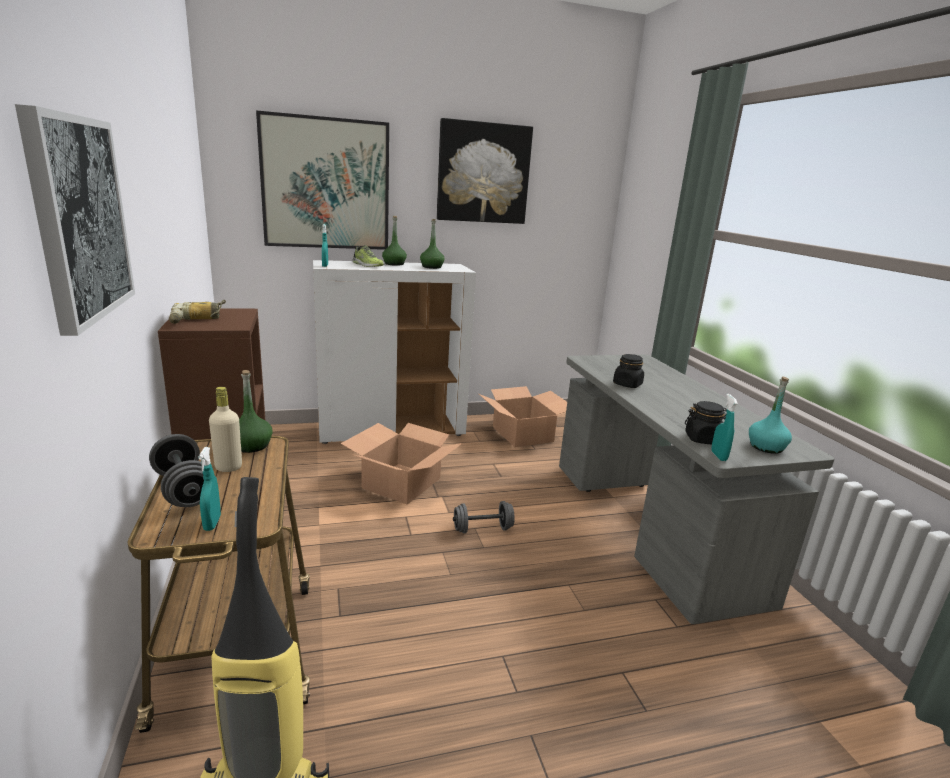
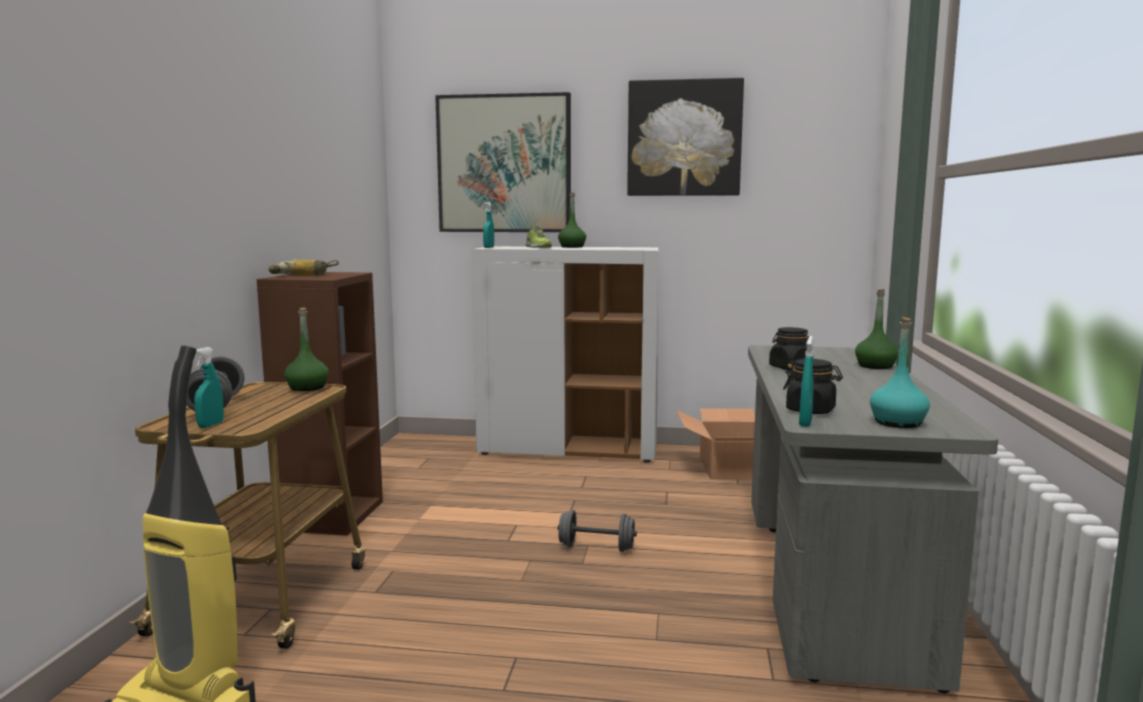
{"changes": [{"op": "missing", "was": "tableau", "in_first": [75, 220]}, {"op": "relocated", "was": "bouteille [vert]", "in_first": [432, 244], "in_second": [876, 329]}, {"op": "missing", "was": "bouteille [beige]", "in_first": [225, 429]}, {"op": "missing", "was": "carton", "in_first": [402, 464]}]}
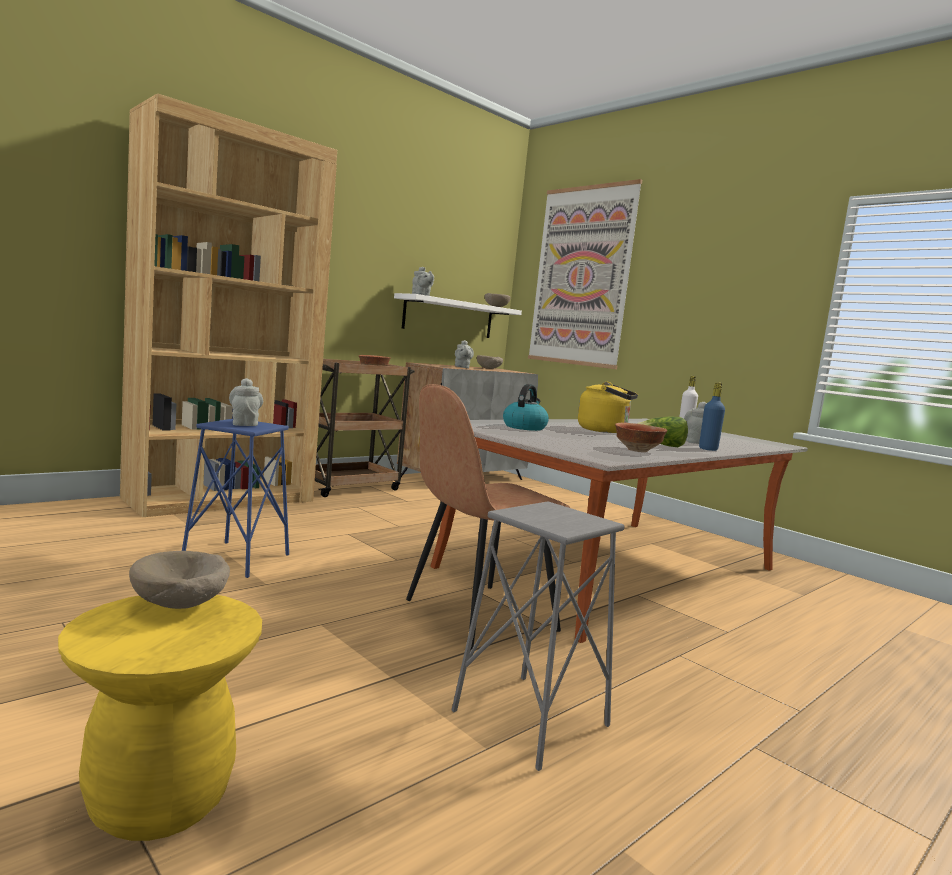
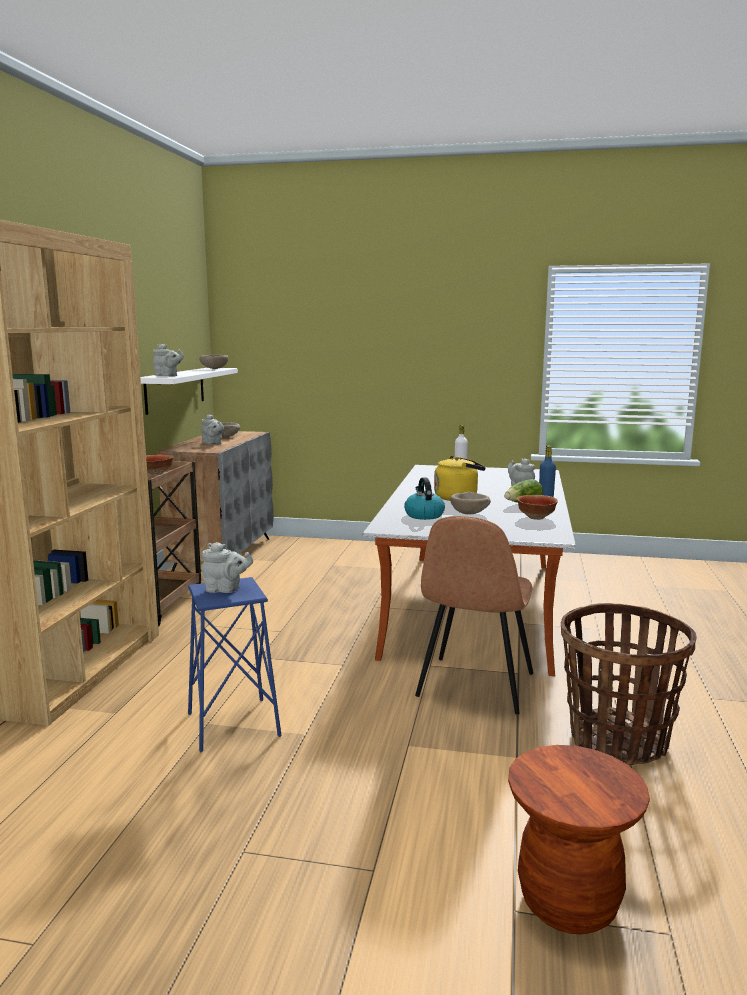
{"changes": [{"op": "missing", "was": "tableau", "in_first": [585, 274]}, {"op": "spun", "was": "théière [gris]", "in_first": [246, 402], "in_second": [227, 567], "clockwise": 150}, {"op": "exchanged", "was": "tabouret [gris]", "now": "panier", "in_first": [538, 636], "in_second": [629, 684]}, {"op": "relocated", "was": "bol [beige]", "in_first": [179, 580], "in_second": [470, 503]}, {"op": "colour", "was": "tabouret [jaune]", "now": "tabouret [marron]", "in_first": [160, 718], "in_second": [579, 839]}]}
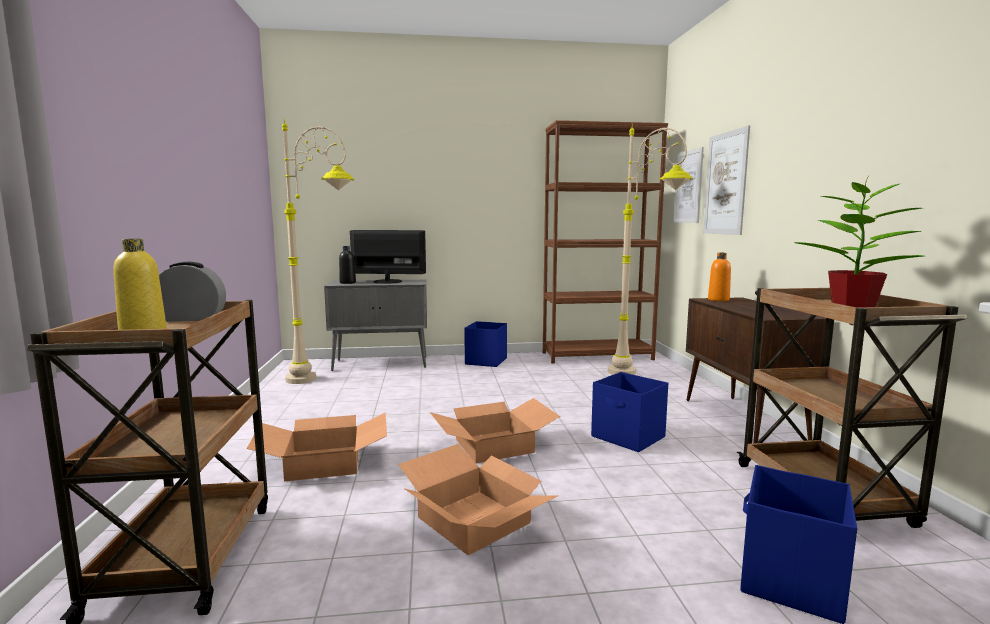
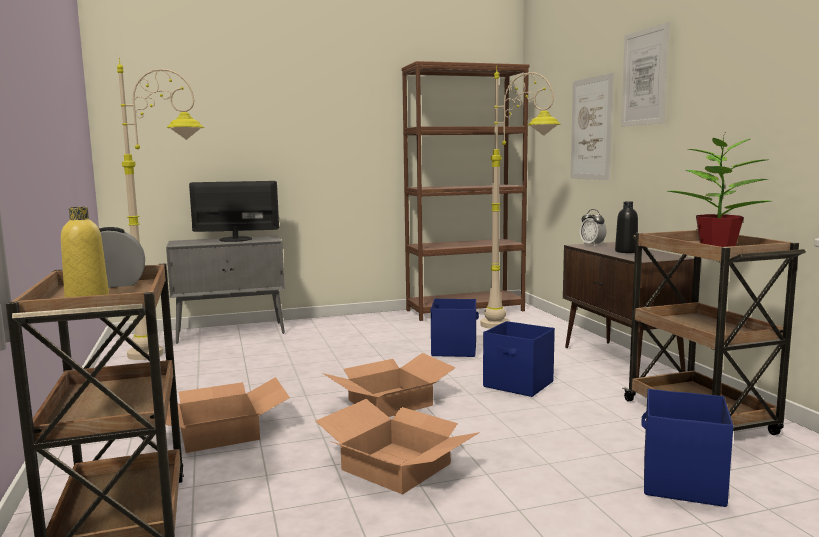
{"changes": [{"op": "relocated", "was": "tableau", "in_first": [688, 185], "in_second": [645, 74]}, {"op": "relocated", "was": "bouteille [noir]", "in_first": [347, 265], "in_second": [626, 227]}, {"op": "exchanged", "was": "bouteille [orange]", "now": "réveil", "in_first": [719, 277], "in_second": [593, 228]}, {"op": "relocated", "was": "boîte de rangement [bleu]", "in_first": [485, 344], "in_second": [455, 328]}]}
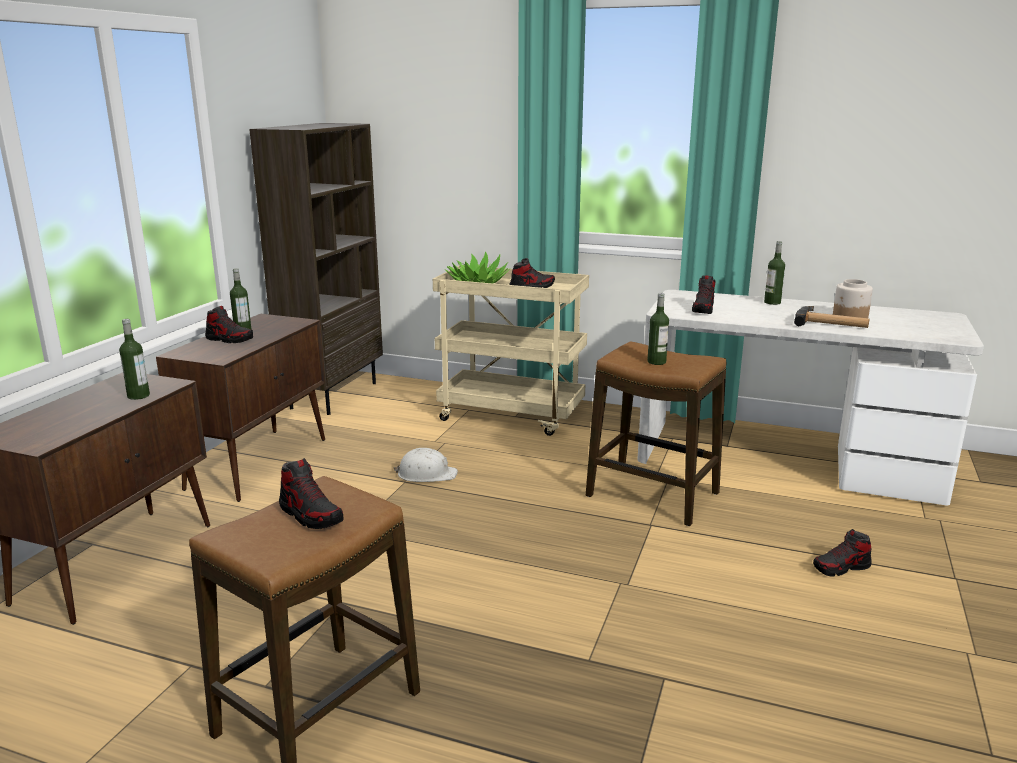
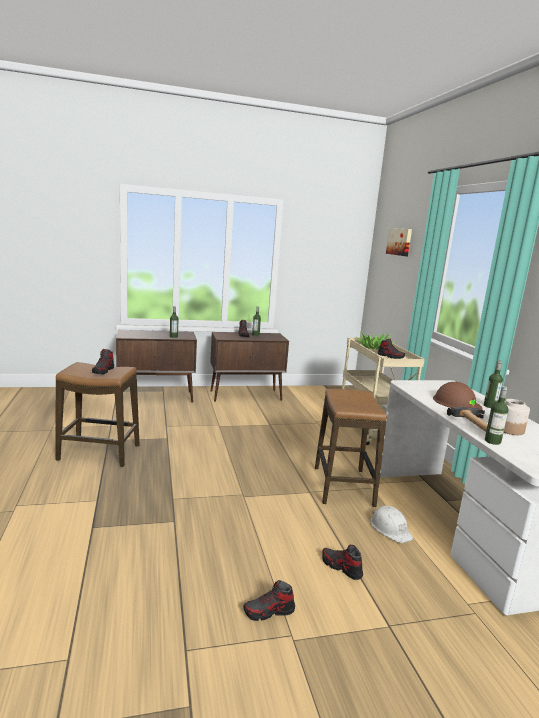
{"changes": [{"op": "missing", "was": "bibliothèque [marron]", "in_first": [316, 269]}, {"op": "relocated", "was": "chaussure", "in_first": [703, 294], "in_second": [269, 600]}, {"op": "relocated", "was": "bouteille", "in_first": [658, 329], "in_second": [496, 415]}, {"op": "relocated", "was": "casque de chantier [blanc]", "in_first": [426, 465], "in_second": [392, 524]}, {"op": "appeared", "now": "tableau", "in_second": [399, 242]}, {"op": "appeared", "now": "casque de chantier [marron]", "in_second": [458, 396]}]}
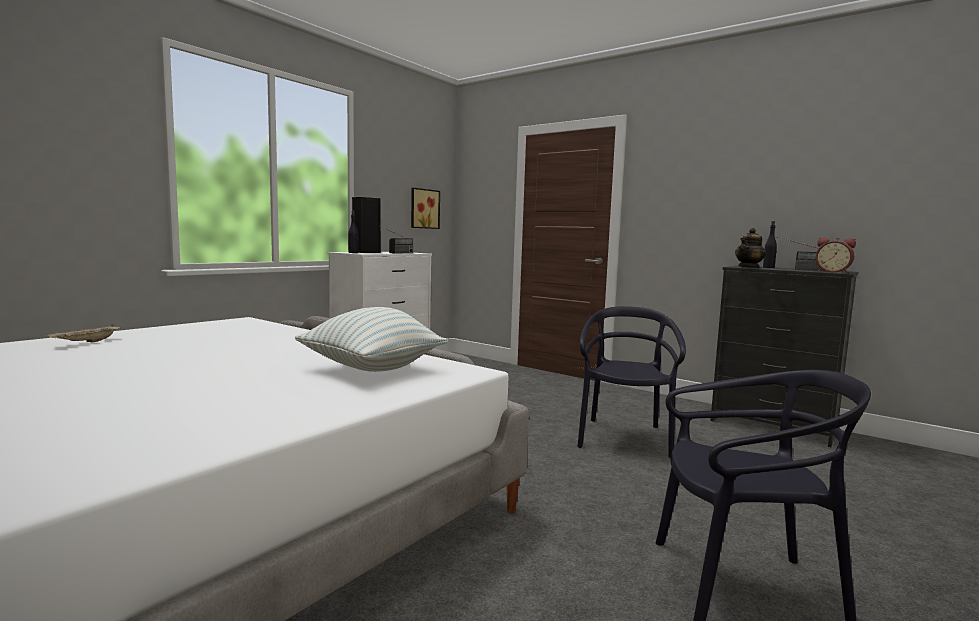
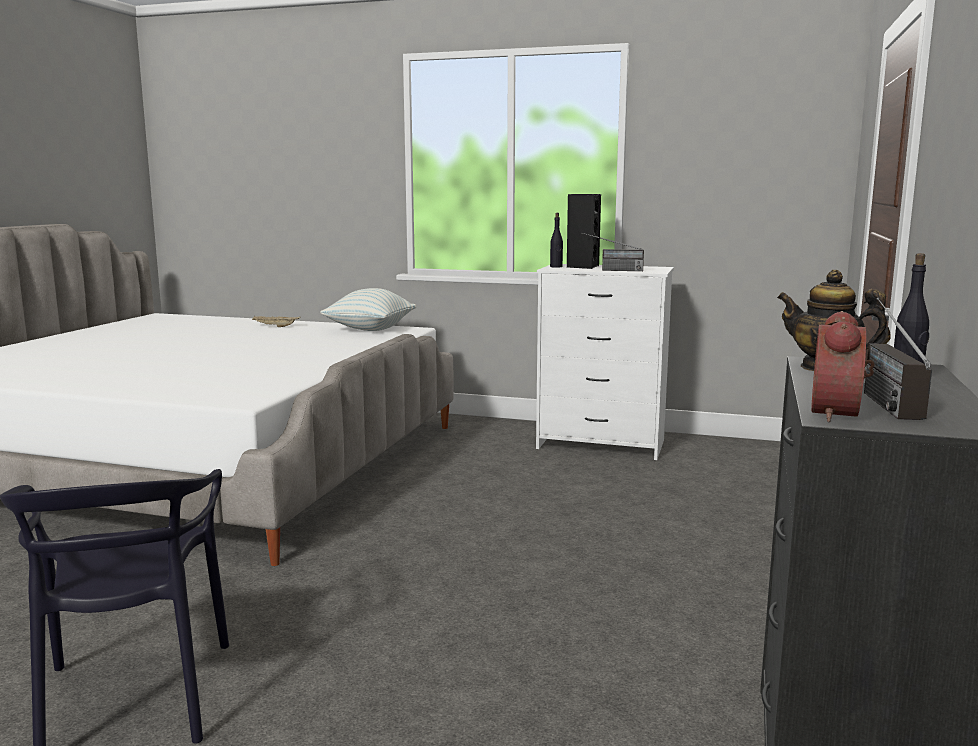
{"changes": [{"op": "missing", "was": "tableau", "in_first": [425, 208]}, {"op": "missing", "was": "chaise [noir]", "in_first": [631, 382]}, {"op": "relocated", "was": "coussin", "in_first": [371, 339], "in_second": [368, 309]}]}
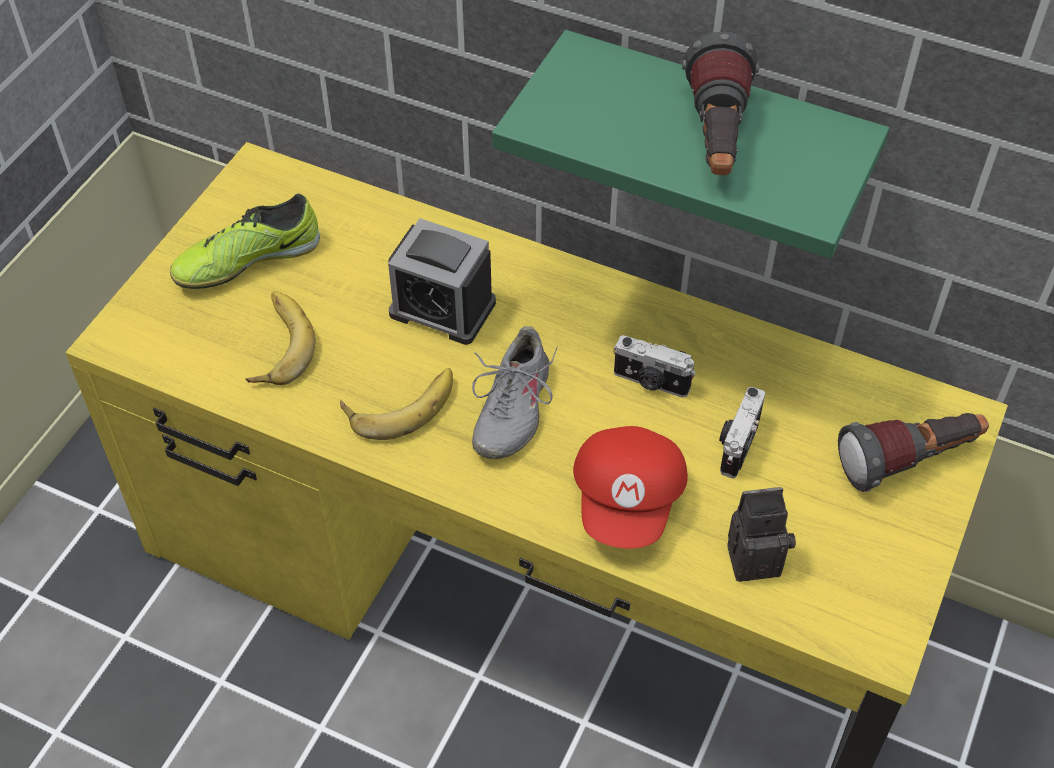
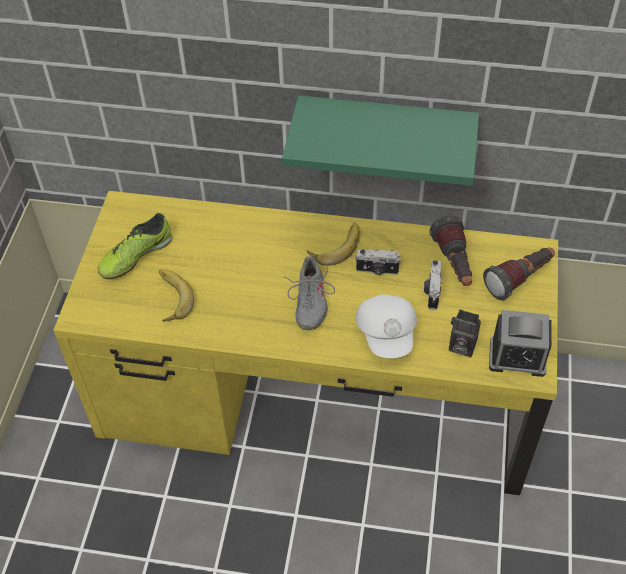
{"changes": [{"op": "relocated", "was": "lampe de poche", "in_first": [720, 103], "in_second": [450, 251]}, {"op": "relocated", "was": "réveil", "in_first": [442, 281], "in_second": [520, 343]}, {"op": "relocated", "was": "banane", "in_first": [396, 404], "in_second": [333, 244]}, {"op": "colour", "was": "casquette [rouge]", "now": "casquette [blanc]", "in_first": [630, 487], "in_second": [386, 326]}, {"op": "spun", "was": "appareil photo", "in_first": [761, 534], "in_second": [465, 333], "clockwise": -135}]}
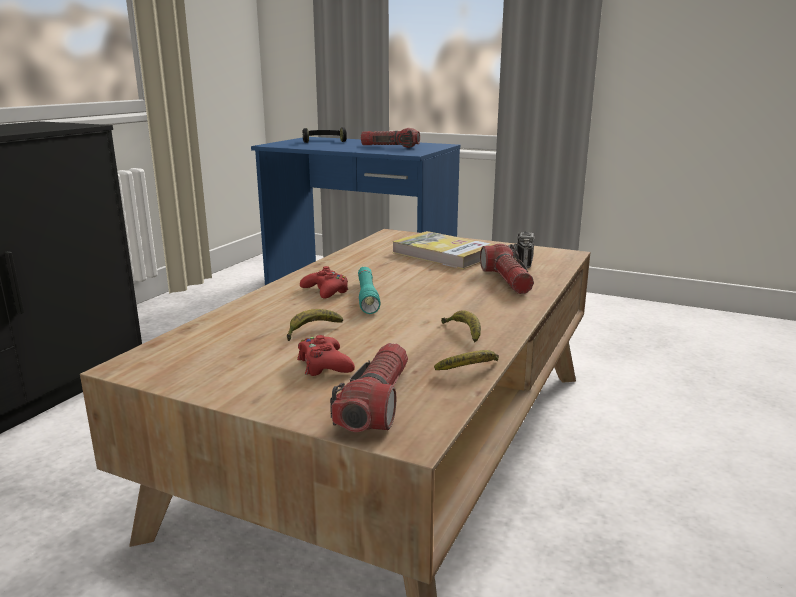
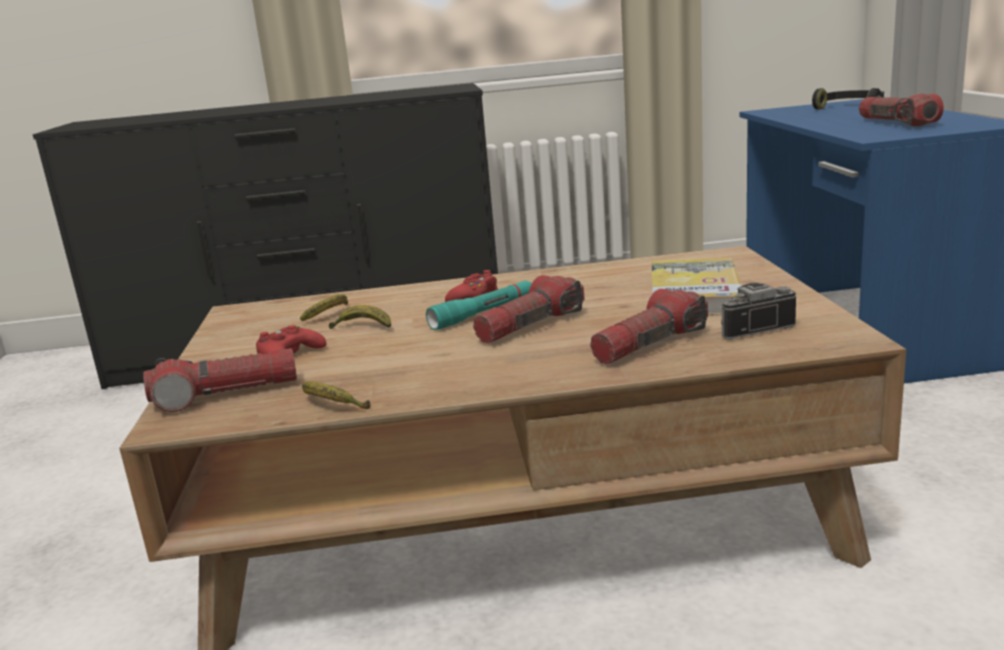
{"changes": [{"op": "relocated", "was": "banane", "in_first": [461, 326], "in_second": [324, 307]}, {"op": "appeared", "now": "lampe de poche", "in_second": [529, 309]}]}
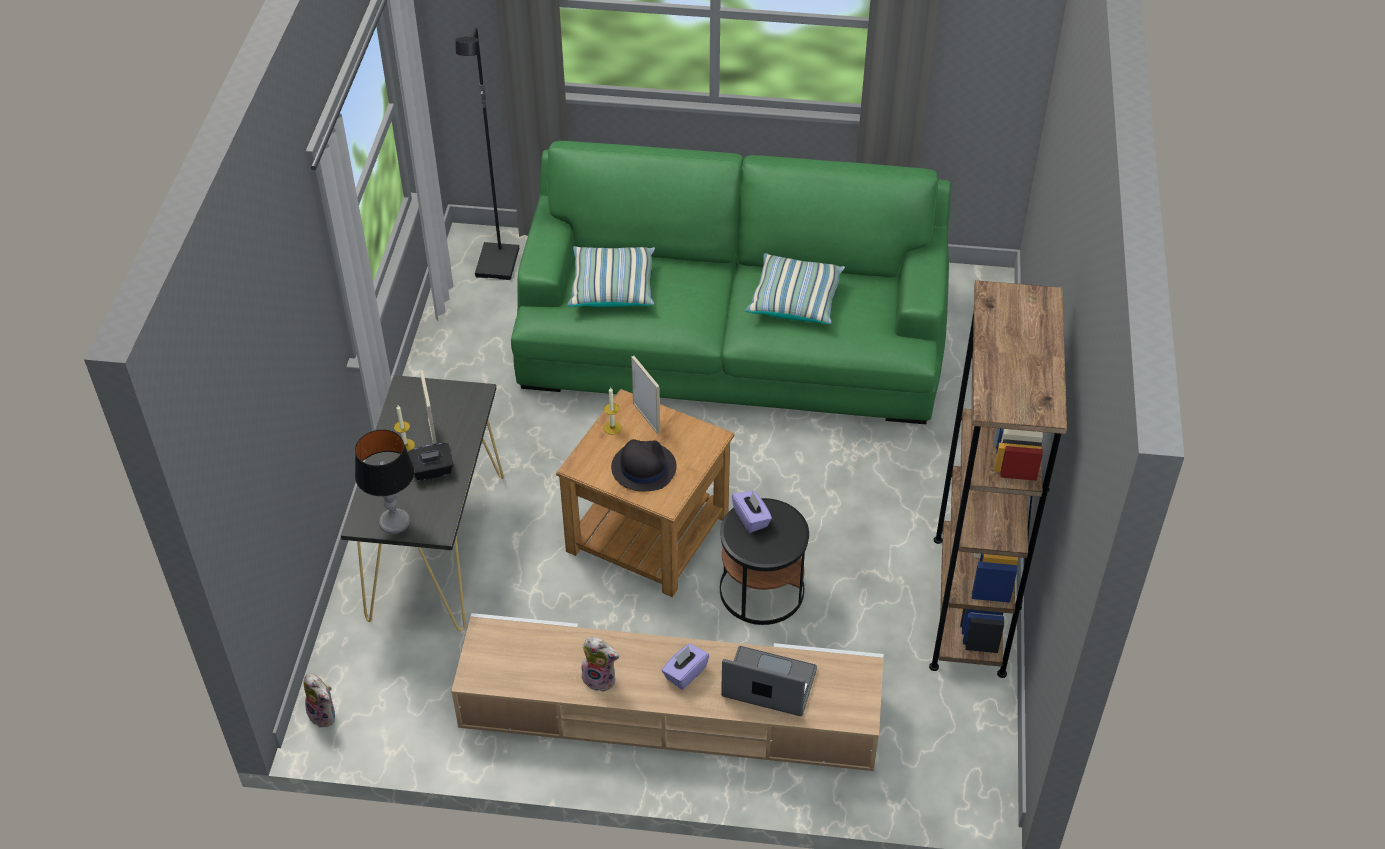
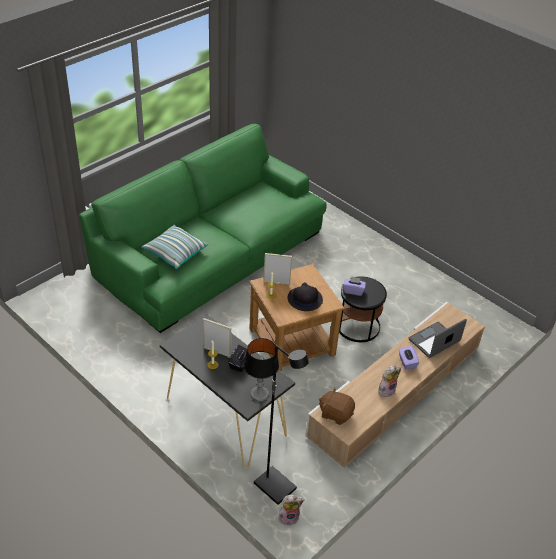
{"changes": [{"op": "relocated", "was": "lampadaire [noir]", "in_first": [487, 153], "in_second": [281, 424]}, {"op": "missing", "was": "coussin", "in_first": [795, 288]}, {"op": "missing", "was": "bibliothèque [marron]", "in_first": [998, 479]}, {"op": "appeared", "now": "peluche [marron]", "in_second": [337, 406]}]}
